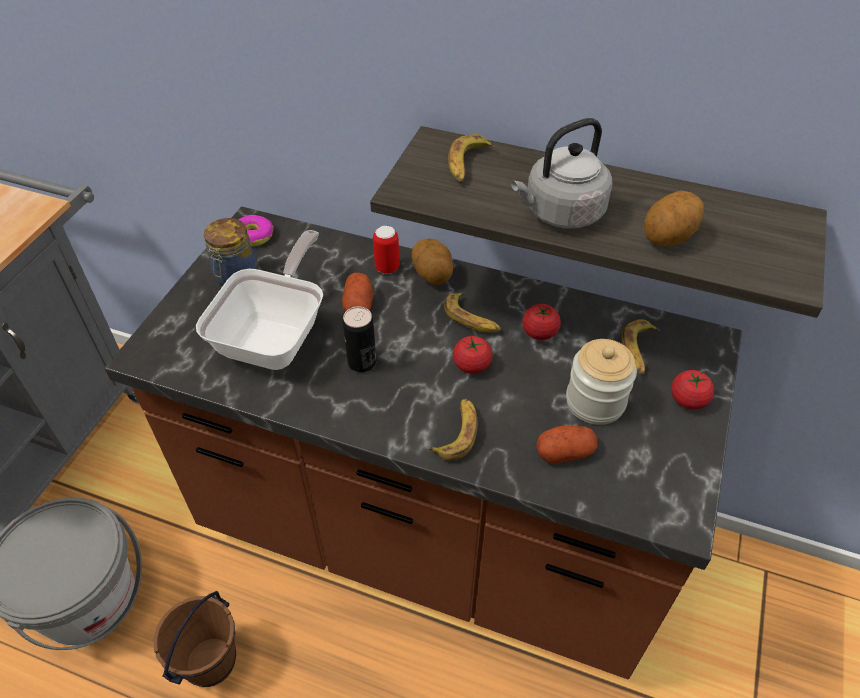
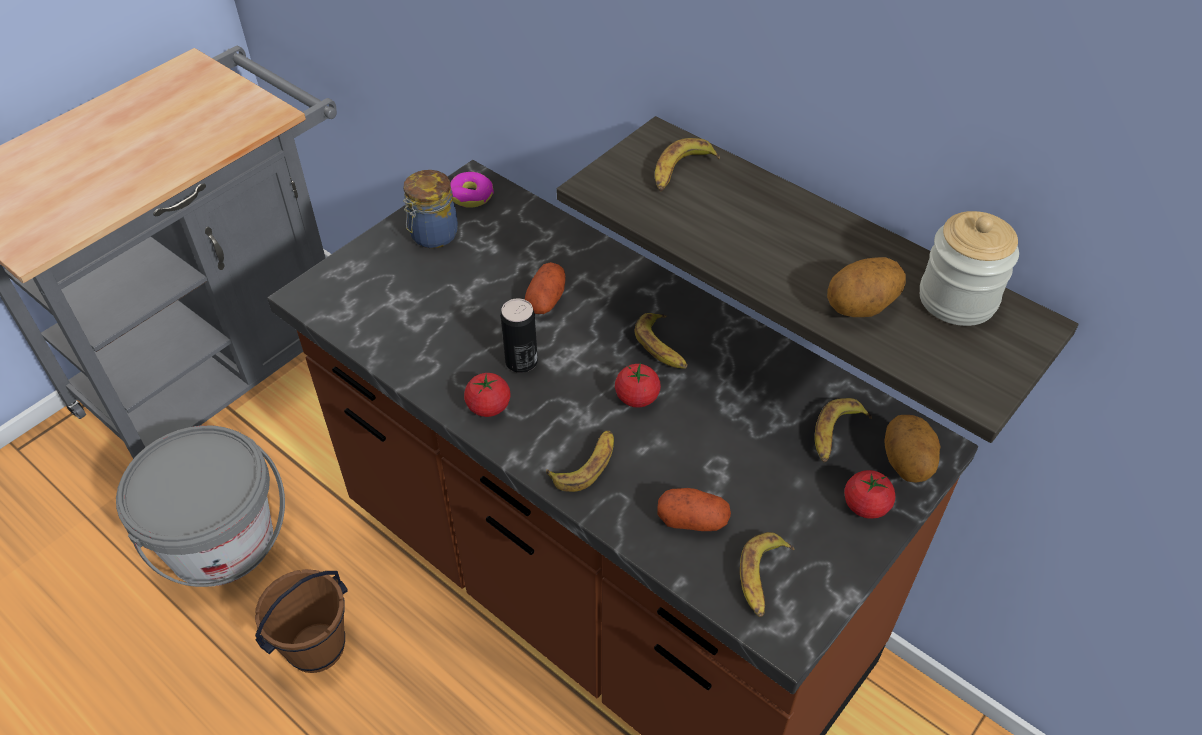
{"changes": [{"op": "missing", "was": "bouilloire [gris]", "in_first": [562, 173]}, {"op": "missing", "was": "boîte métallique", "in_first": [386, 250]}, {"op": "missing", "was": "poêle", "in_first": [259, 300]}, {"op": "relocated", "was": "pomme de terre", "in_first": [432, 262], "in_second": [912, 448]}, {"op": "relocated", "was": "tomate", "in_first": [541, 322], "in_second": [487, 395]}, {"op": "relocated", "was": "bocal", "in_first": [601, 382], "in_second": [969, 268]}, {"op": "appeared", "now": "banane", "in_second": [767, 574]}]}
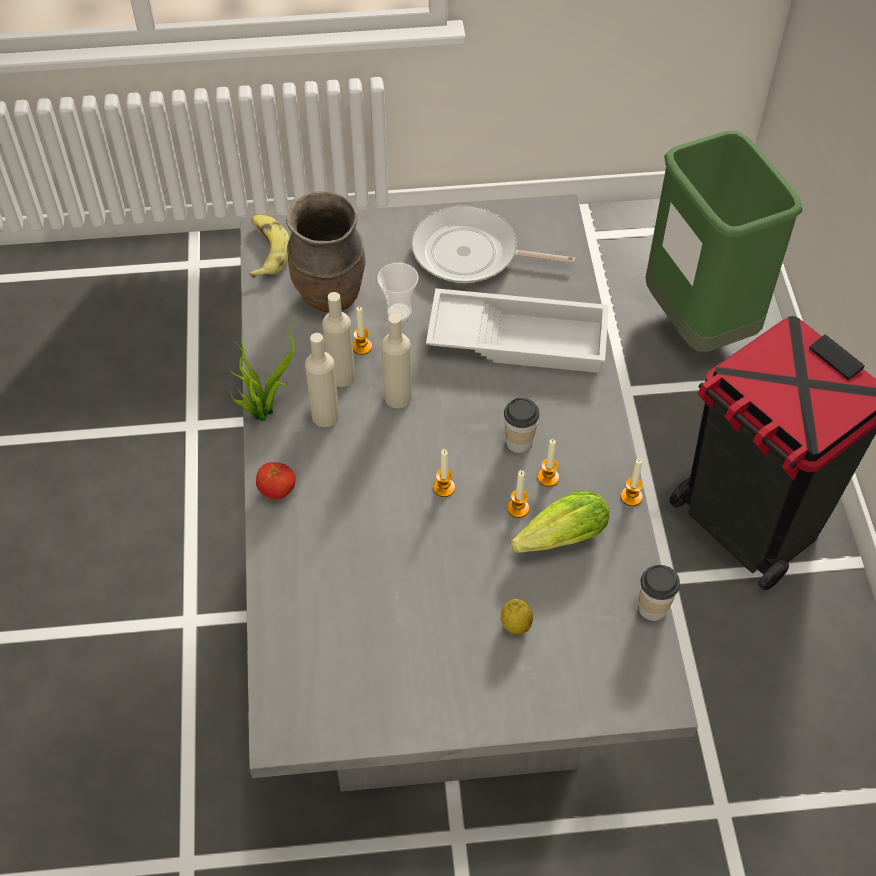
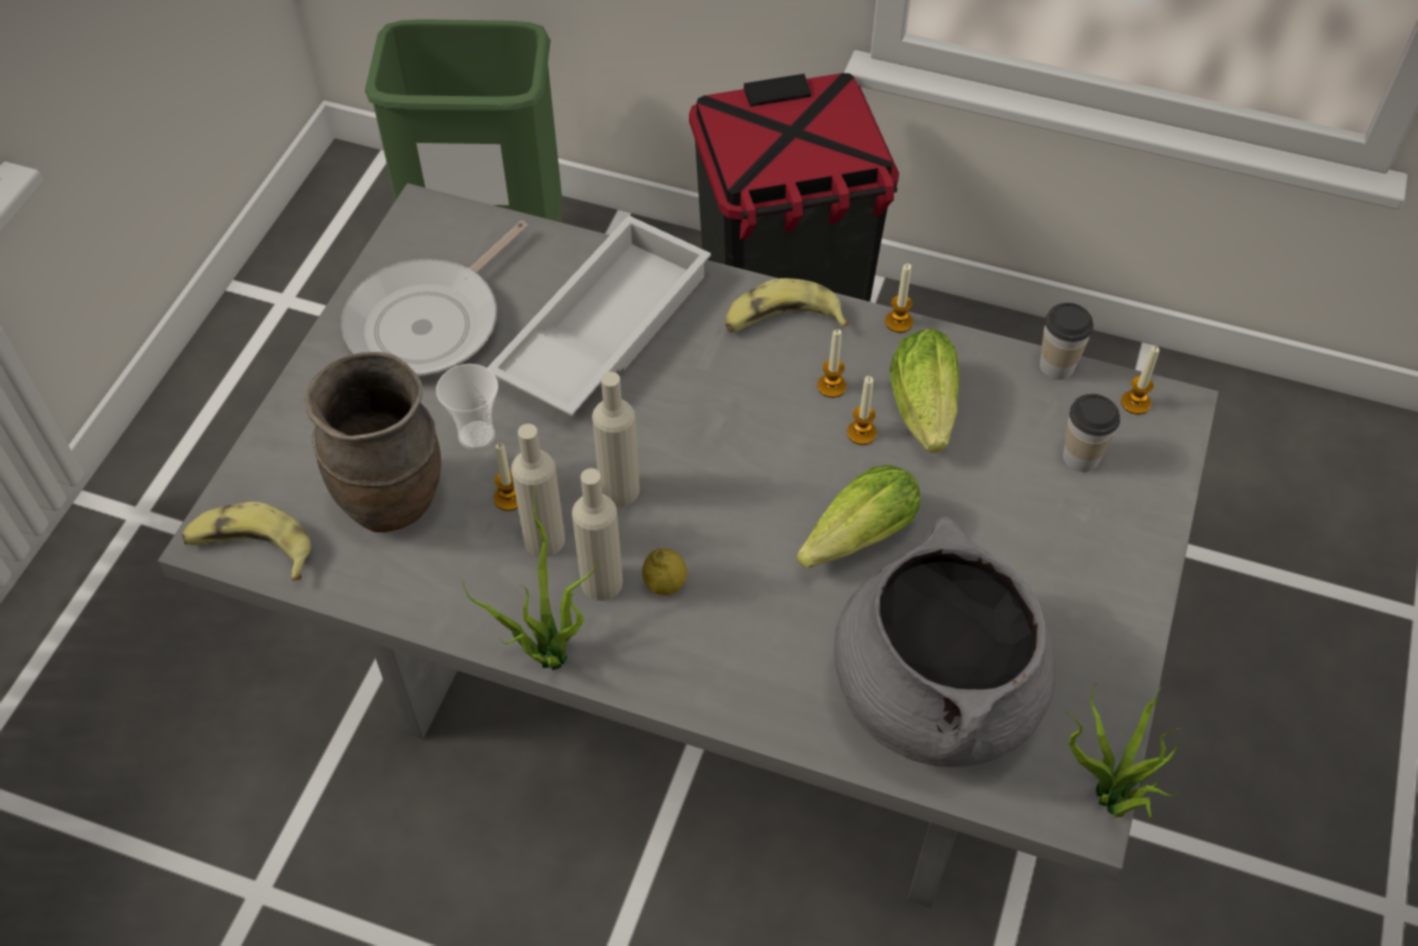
{"changes": [{"op": "relocated", "was": "tasse", "in_first": [521, 425], "in_second": [1091, 433]}, {"op": "relocated", "was": "bougie", "in_first": [444, 473], "in_second": [1140, 380]}, {"op": "missing", "was": "tomate", "in_first": [276, 480]}, {"op": "relocated", "was": "citron", "in_first": [517, 617], "in_second": [664, 571]}, {"op": "appeared", "now": "banane", "in_second": [786, 305]}, {"op": "appeared", "now": "laitue", "in_second": [858, 516]}, {"op": "appeared", "now": "marmite [gris]", "in_second": [945, 641]}, {"op": "appeared", "now": "plante en pot", "in_second": [1125, 750]}]}
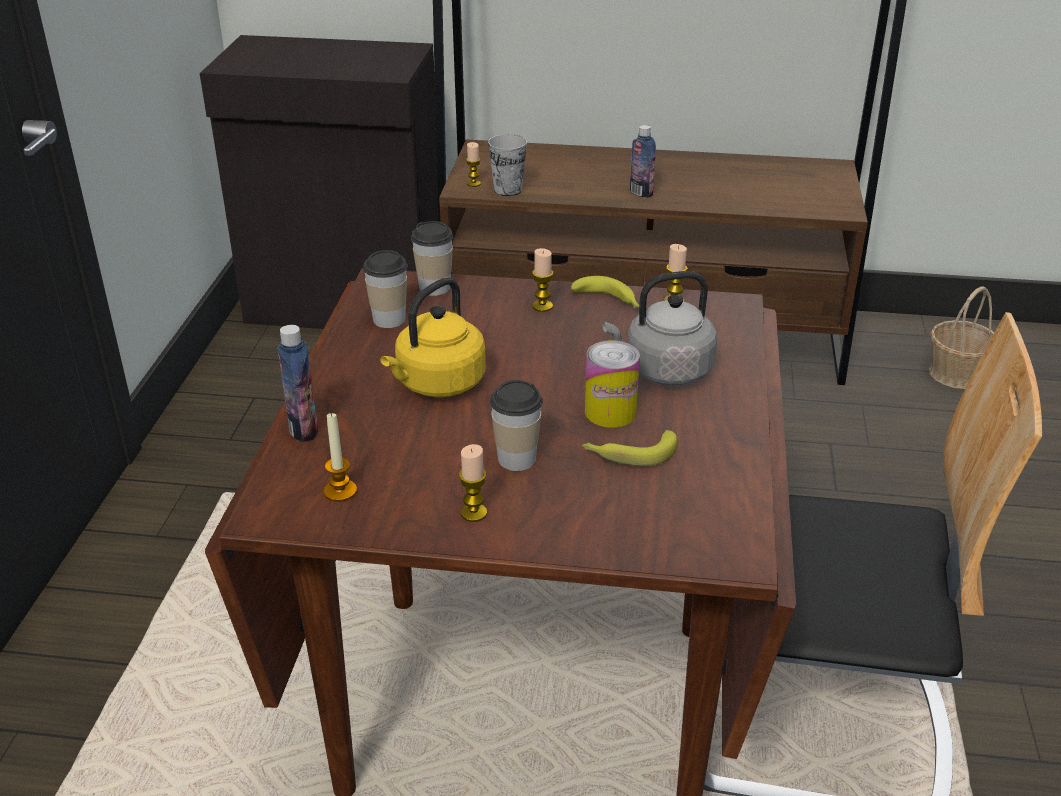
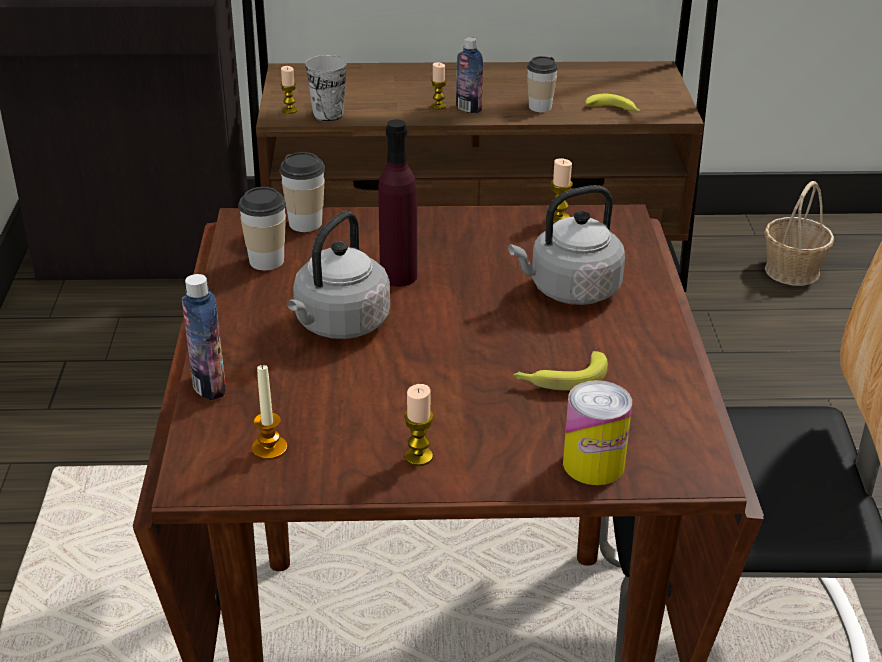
{"changes": [{"op": "relocated", "was": "bougie", "in_first": [543, 280], "in_second": [439, 86]}, {"op": "relocated", "was": "banane", "in_first": [605, 292], "in_second": [613, 103]}, {"op": "colour", "was": "bouilloire [jaune]", "now": "bouilloire [gris]", "in_first": [433, 337], "in_second": [338, 275]}, {"op": "relocated", "was": "boîte métallique", "in_first": [612, 384], "in_second": [597, 432]}, {"op": "relocated", "was": "tasse", "in_first": [516, 425], "in_second": [542, 84]}, {"op": "appeared", "now": "bouteille [violet]", "in_second": [397, 203]}]}
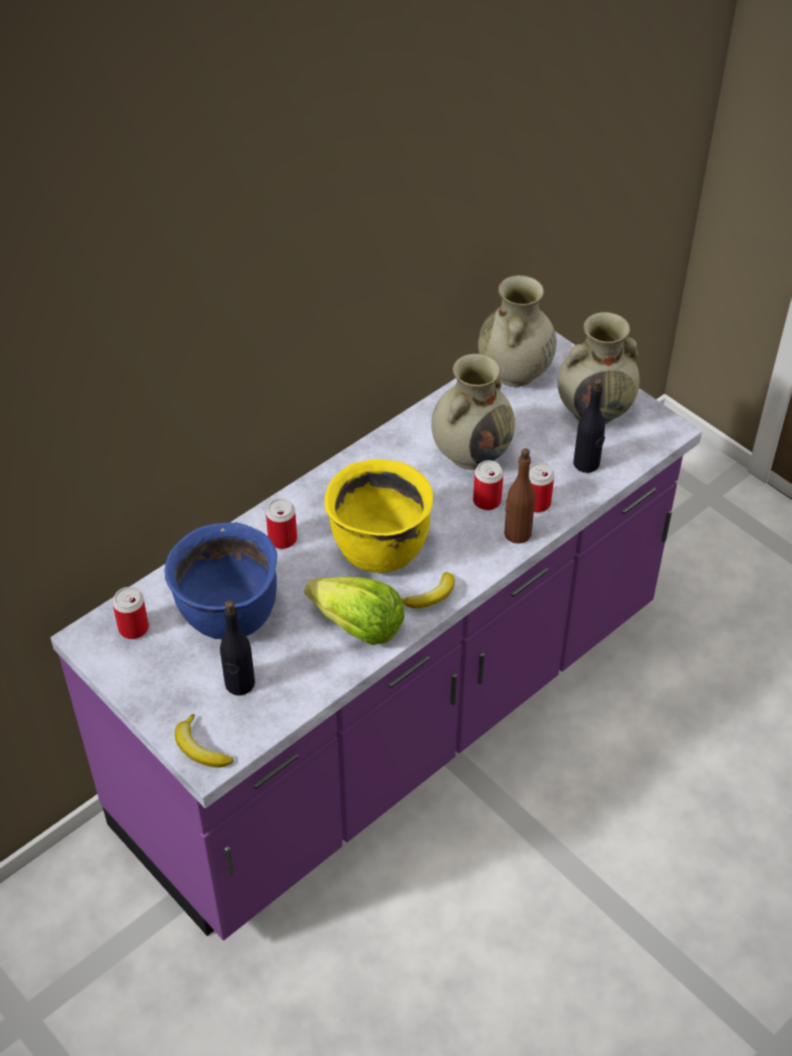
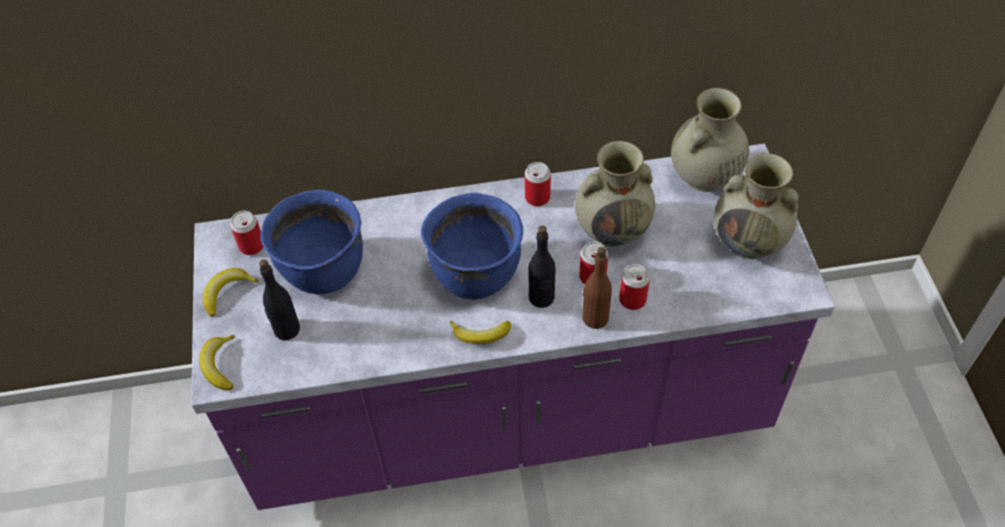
{"changes": [{"op": "relocated", "was": "bouteille [noir]", "in_first": [589, 425], "in_second": [542, 267]}, {"op": "colour", "was": "marmite [jaune]", "now": "marmite [bleu]", "in_first": [379, 516], "in_second": [472, 246]}, {"op": "relocated", "was": "boîte métallique", "in_first": [281, 523], "in_second": [538, 184]}, {"op": "missing", "was": "laitue", "in_first": [354, 610]}, {"op": "appeared", "now": "banane", "in_second": [231, 292]}]}
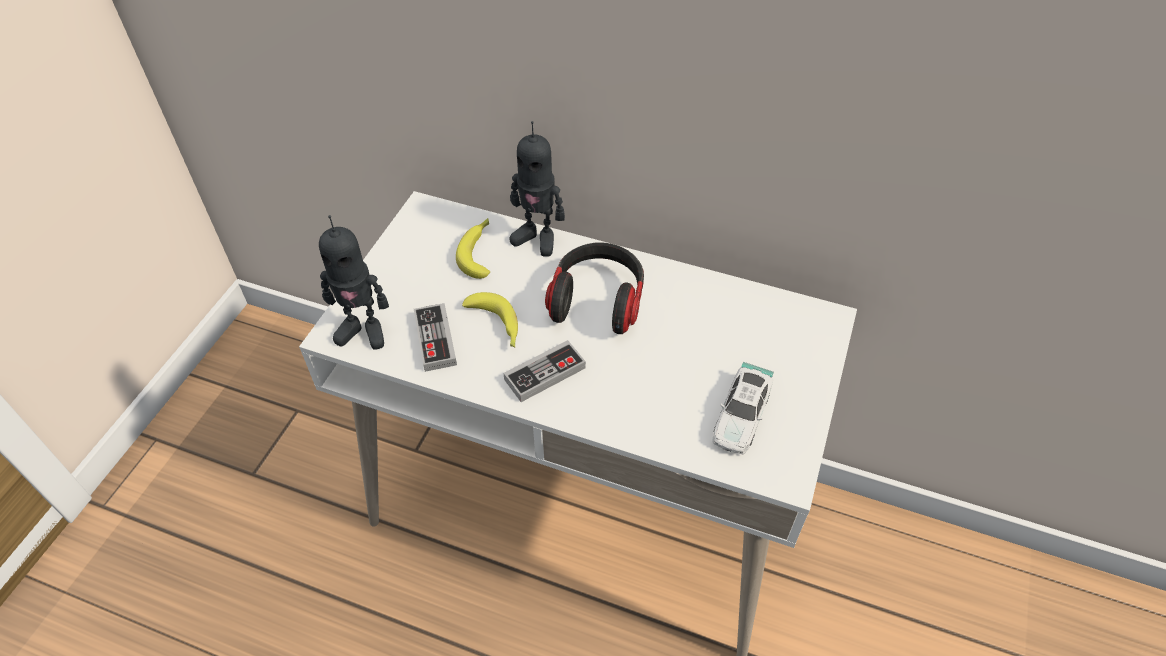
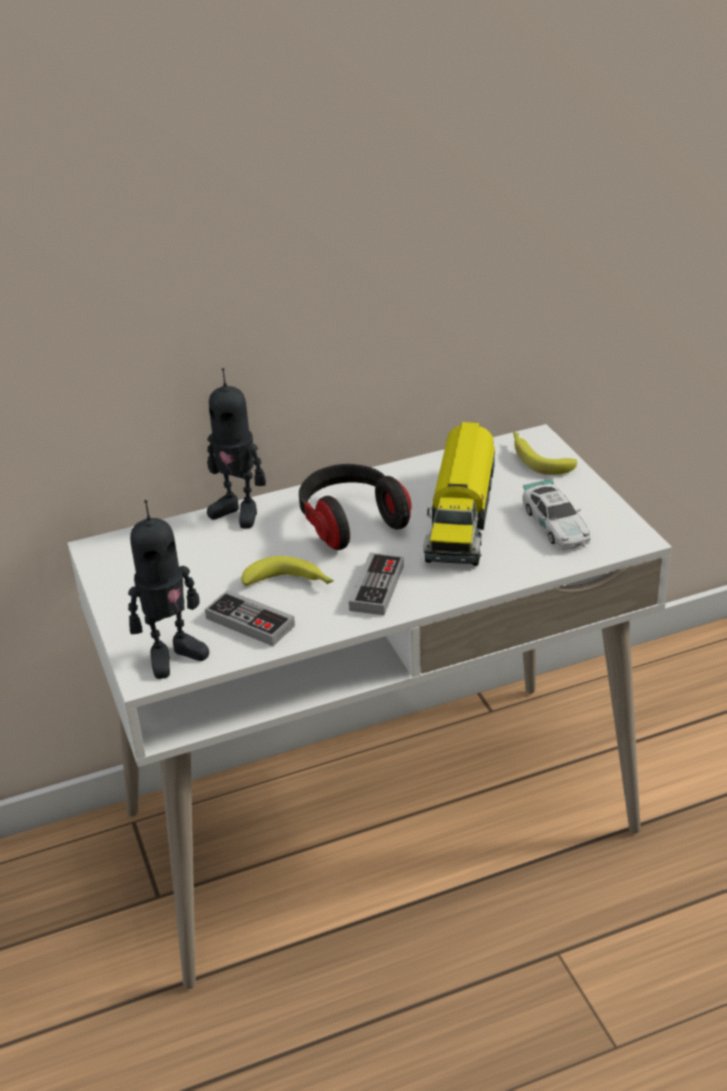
{"changes": [{"op": "spun", "was": "robot jouet", "in_first": [537, 189], "in_second": [236, 448], "clockwise": 45}, {"op": "relocated", "was": "banane", "in_first": [473, 248], "in_second": [545, 453]}, {"op": "appeared", "now": "camion jouet", "in_second": [459, 494]}]}
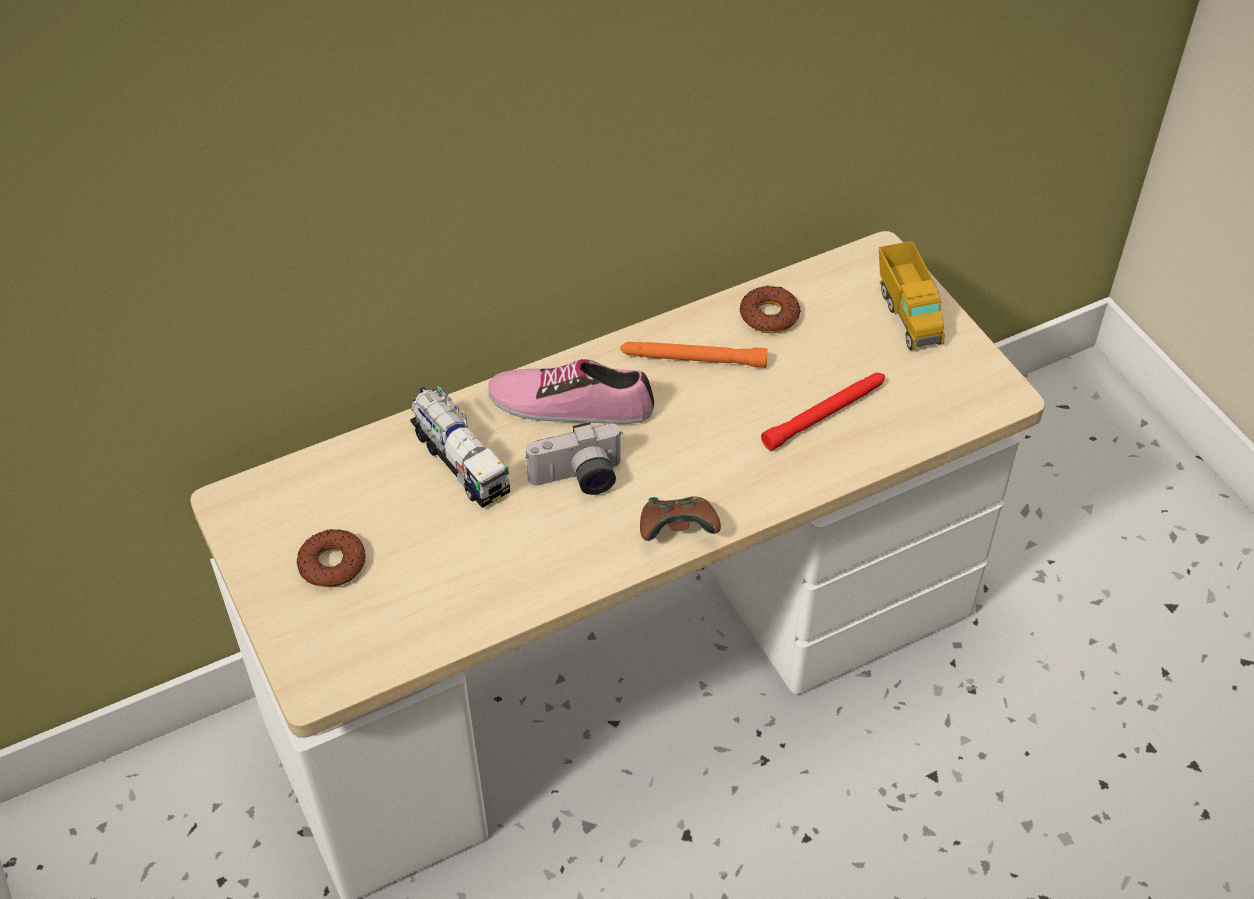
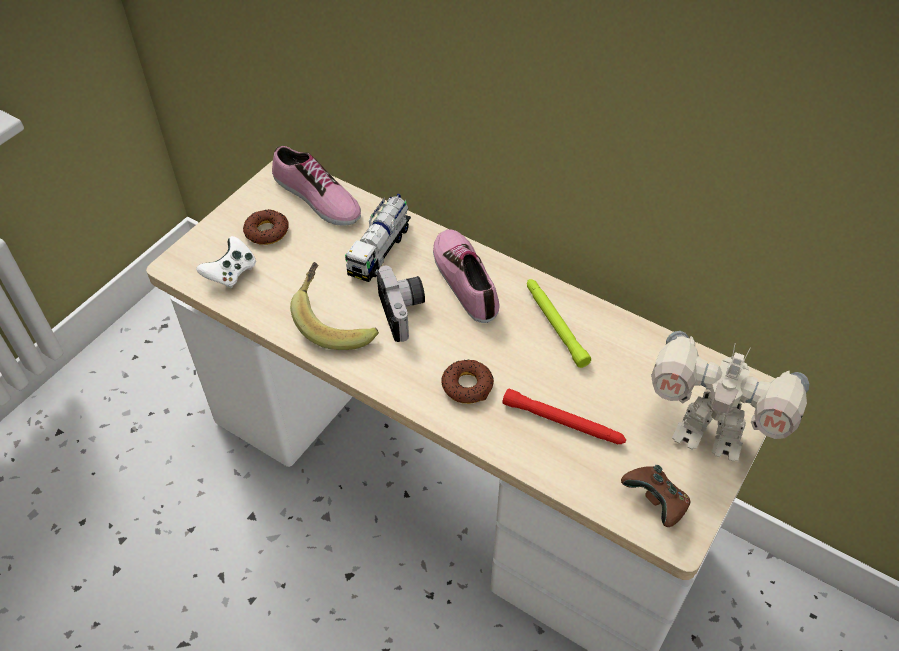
{"changes": [{"op": "exchanged", "was": "camion jouet", "now": "robot jouet", "in_first": [911, 295], "in_second": [730, 396]}, {"op": "relocated", "was": "beignet", "in_first": [770, 309], "in_second": [467, 382]}, {"op": "colour", "was": "lampe de poche [orange]", "now": "lampe de poche [vert]", "in_first": [694, 355], "in_second": [559, 323]}, {"op": "spun", "was": "appareil photo", "in_first": [574, 458], "in_second": [401, 304], "clockwise": -150}, {"op": "relocated", "was": "manette [marron]", "in_first": [680, 519], "in_second": [656, 496]}, {"op": "appeared", "now": "chaussure", "in_second": [316, 186]}, {"op": "appeared", "now": "manette [blanc]", "in_second": [226, 262]}, {"op": "appeared", "now": "banane", "in_second": [334, 306]}]}
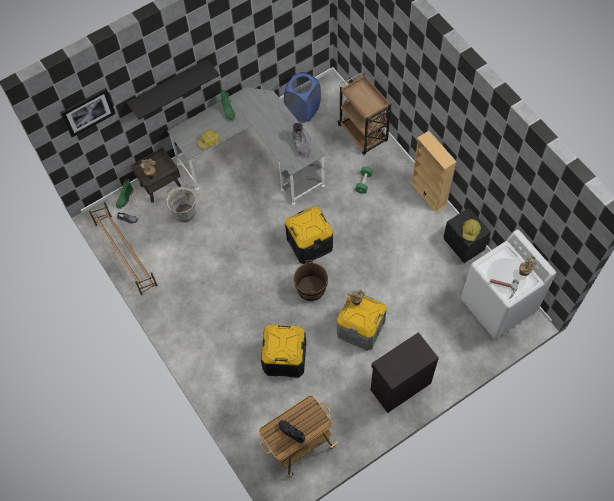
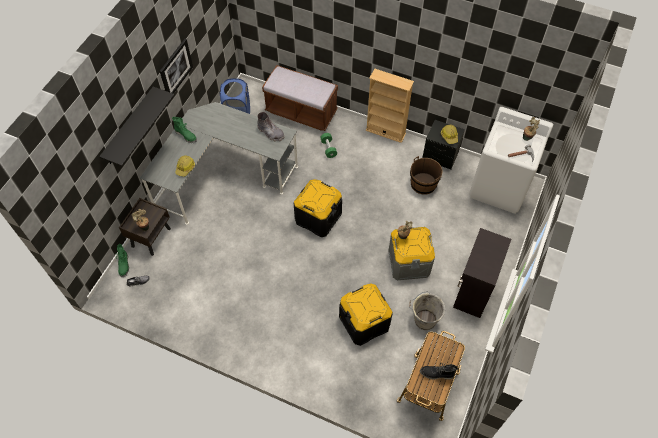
{"changes": [{"op": "exchanged", "was": "chariot [marron]", "now": "banc [marron]", "in_first": [365, 114], "in_second": [300, 98]}, {"op": "relocated", "was": "tableau", "in_first": [88, 112], "in_second": [176, 66]}, {"op": "relocated", "was": "seau [gris]", "in_first": [181, 204], "in_second": [427, 310]}, {"op": "missing", "was": "étagère à chaussures [marron]", "in_first": [123, 248]}, {"op": "relocated", "was": "seau [marron]", "in_first": [311, 280], "in_second": [426, 175]}]}
